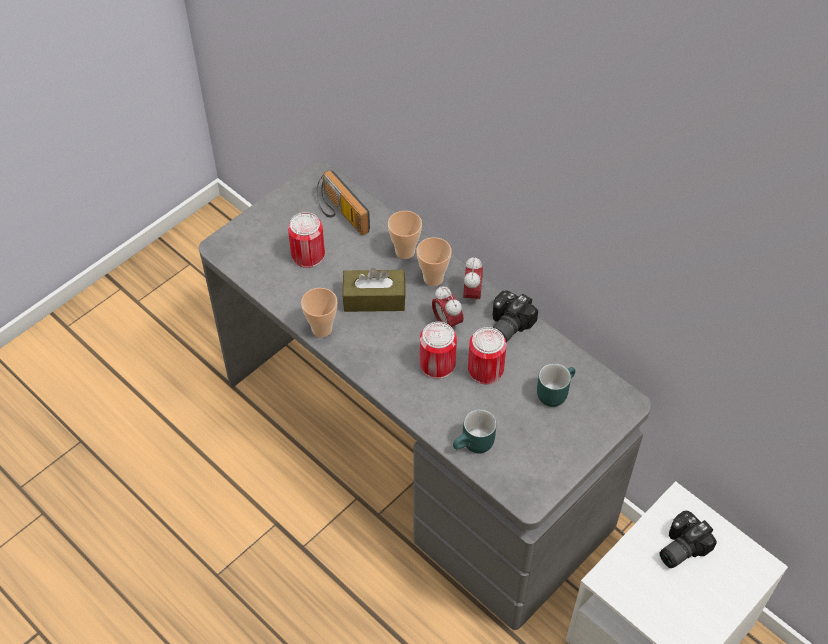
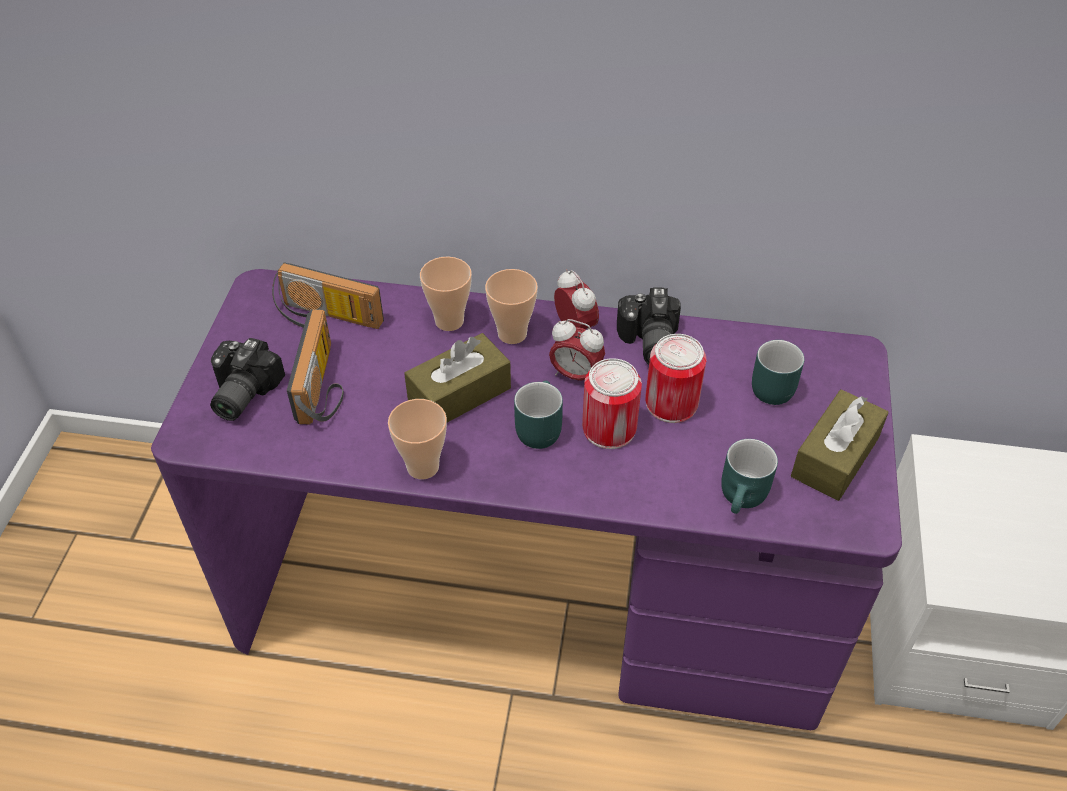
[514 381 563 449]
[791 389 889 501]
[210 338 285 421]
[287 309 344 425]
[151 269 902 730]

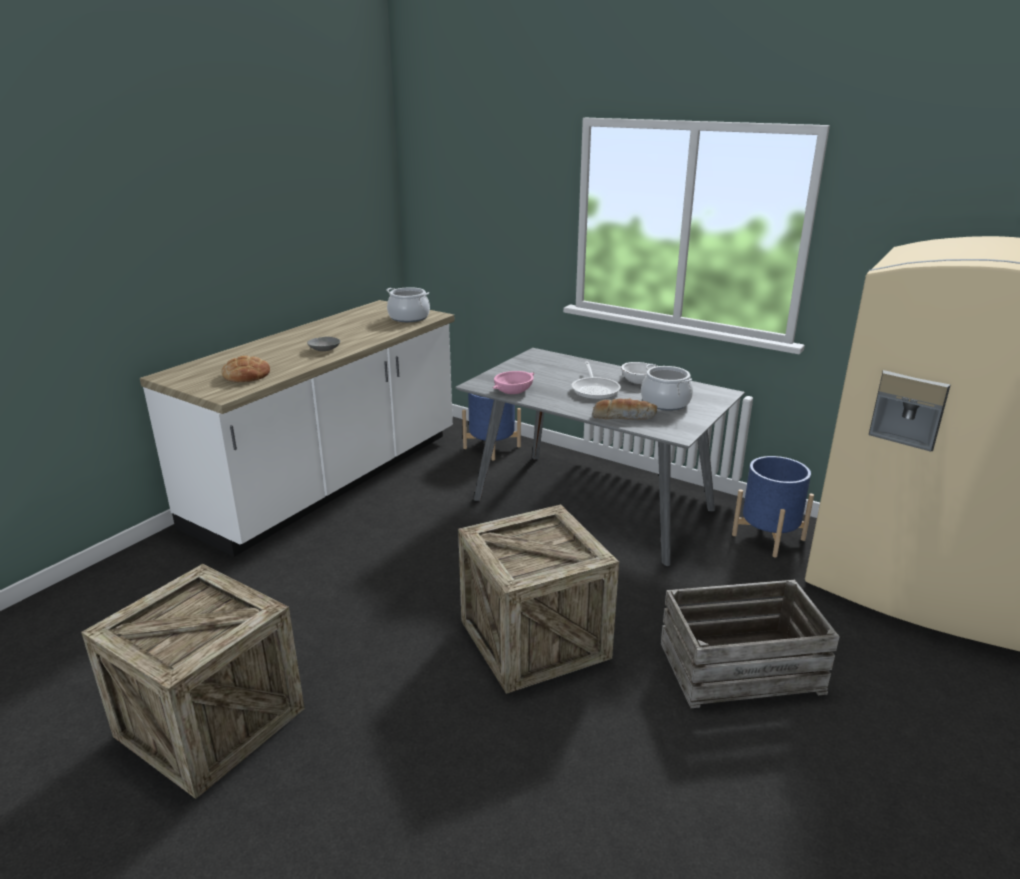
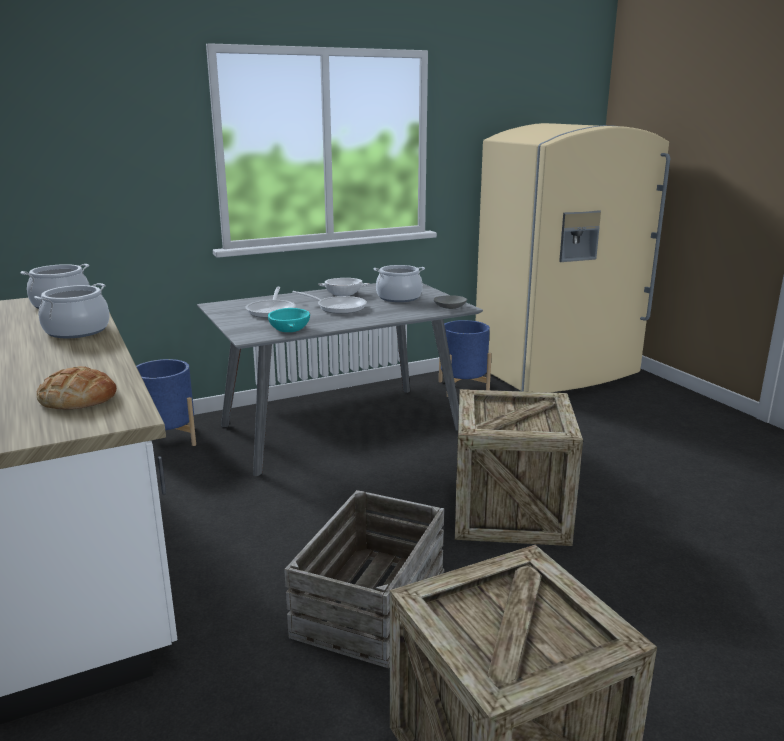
[592 399 657 420] (first image)
[34 283 110 338]
[245 287 296 318]
[434 295 467 309]
[284 490 444 669]
[268 308 310 332]

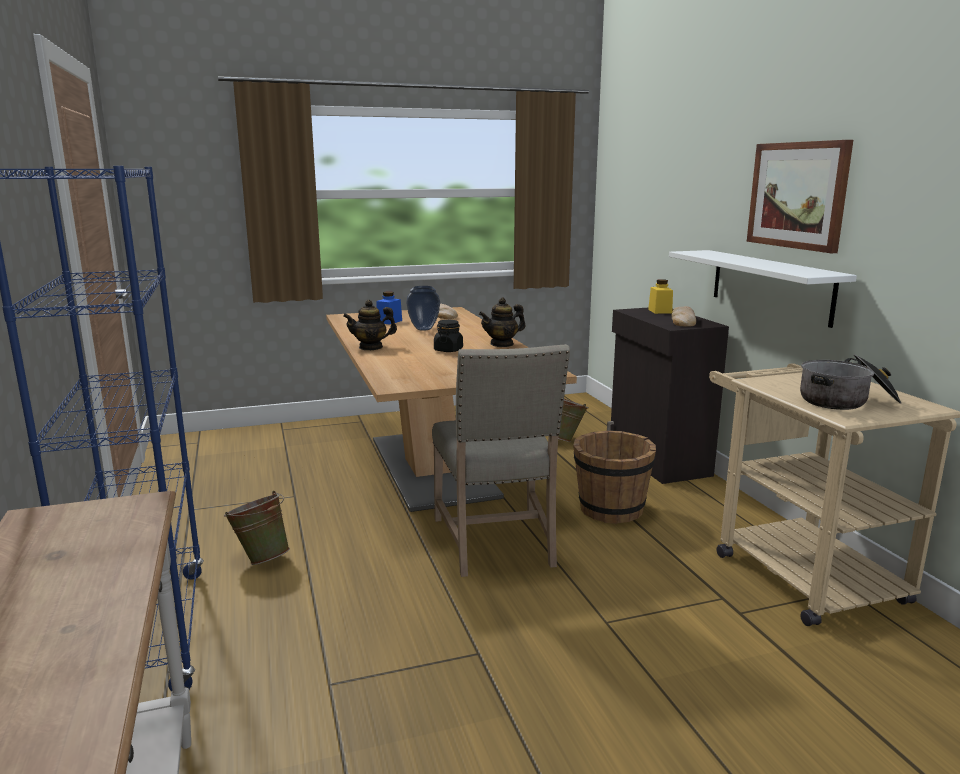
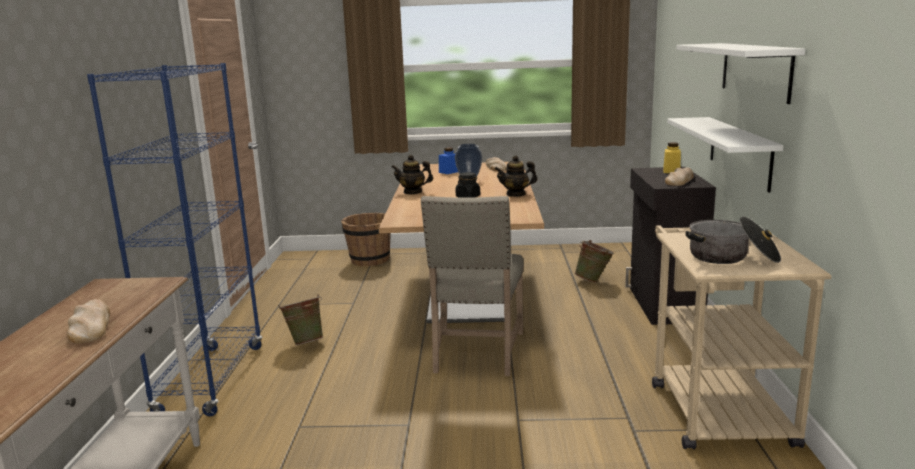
[67 299 111 344]
[341 212 391 266]
[676 43 805 104]

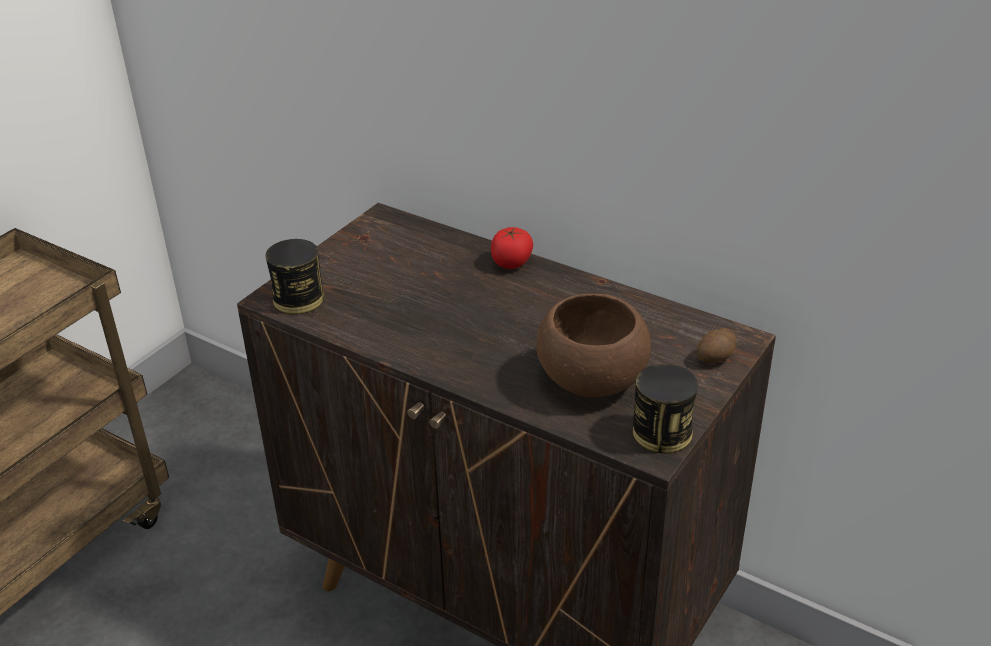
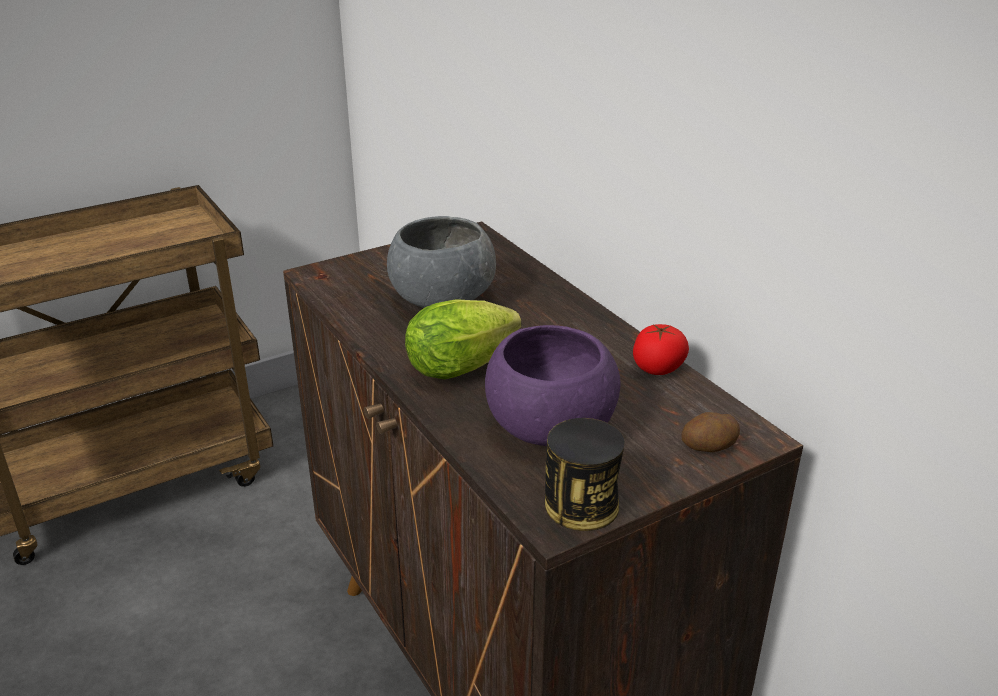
[265 239 324 315] (first image)
[387 216 496 308]
[405 299 521 379]
[633 324 689 375]
[485 325 621 446]

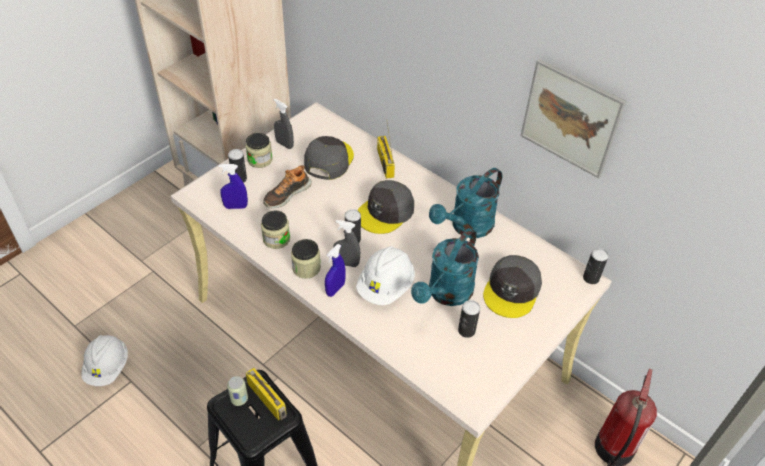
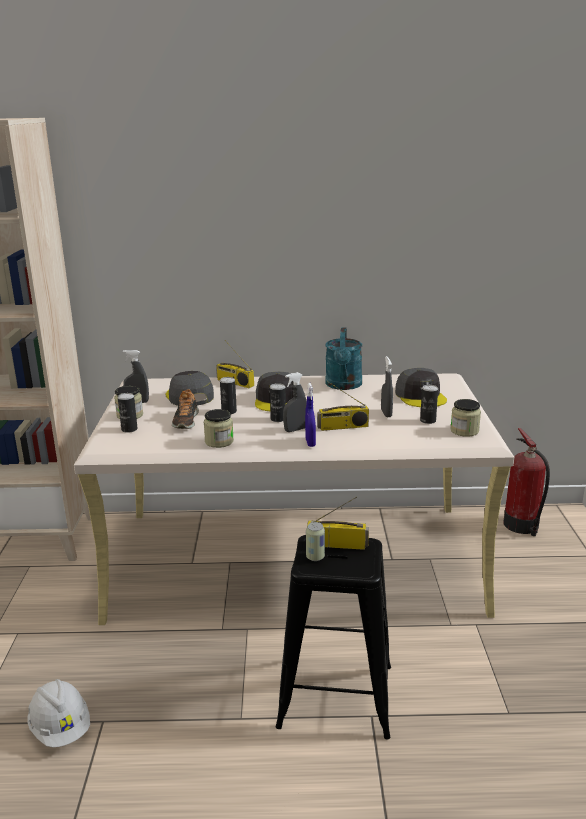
[219 164 248 209] (first image)
[521 59 626 178] (first image)
[450 399 481 437]
[220 377 237 414]
[317 381 369 431]
[381 356 393 417]

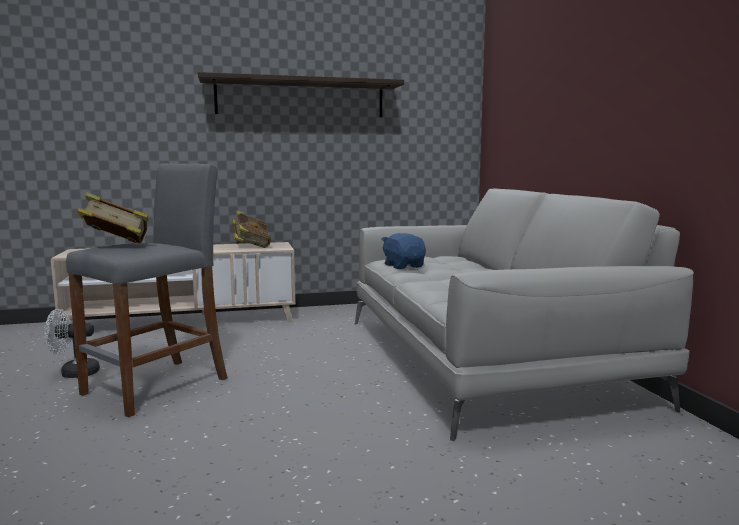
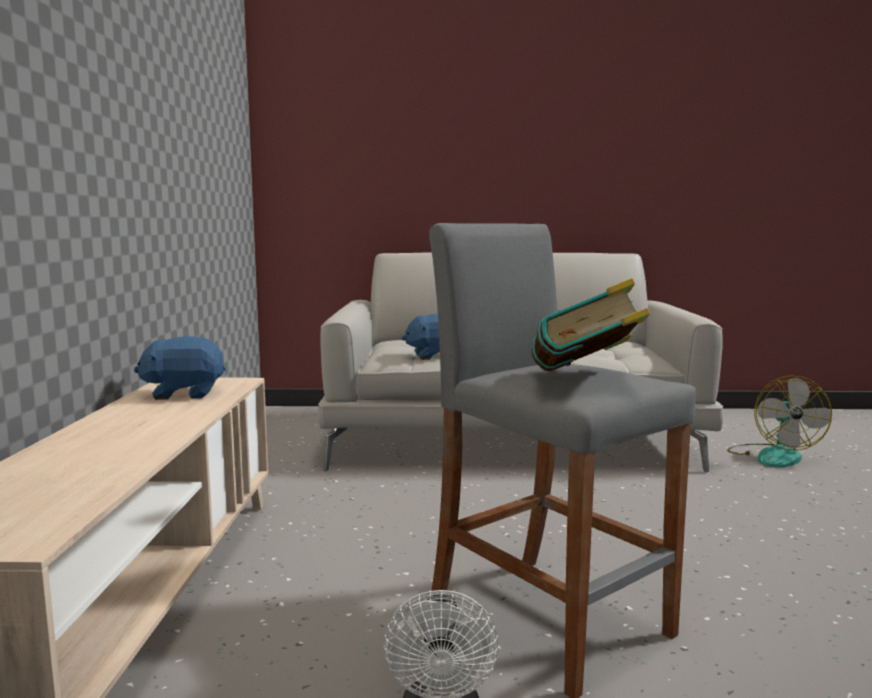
[198 72 404 117] (first image)
[727 376 832 467]
[134 336 226 400]

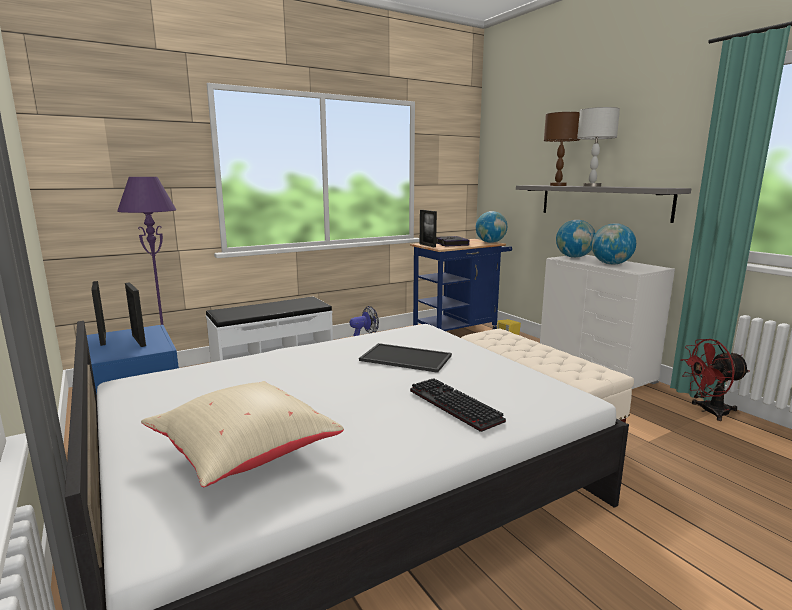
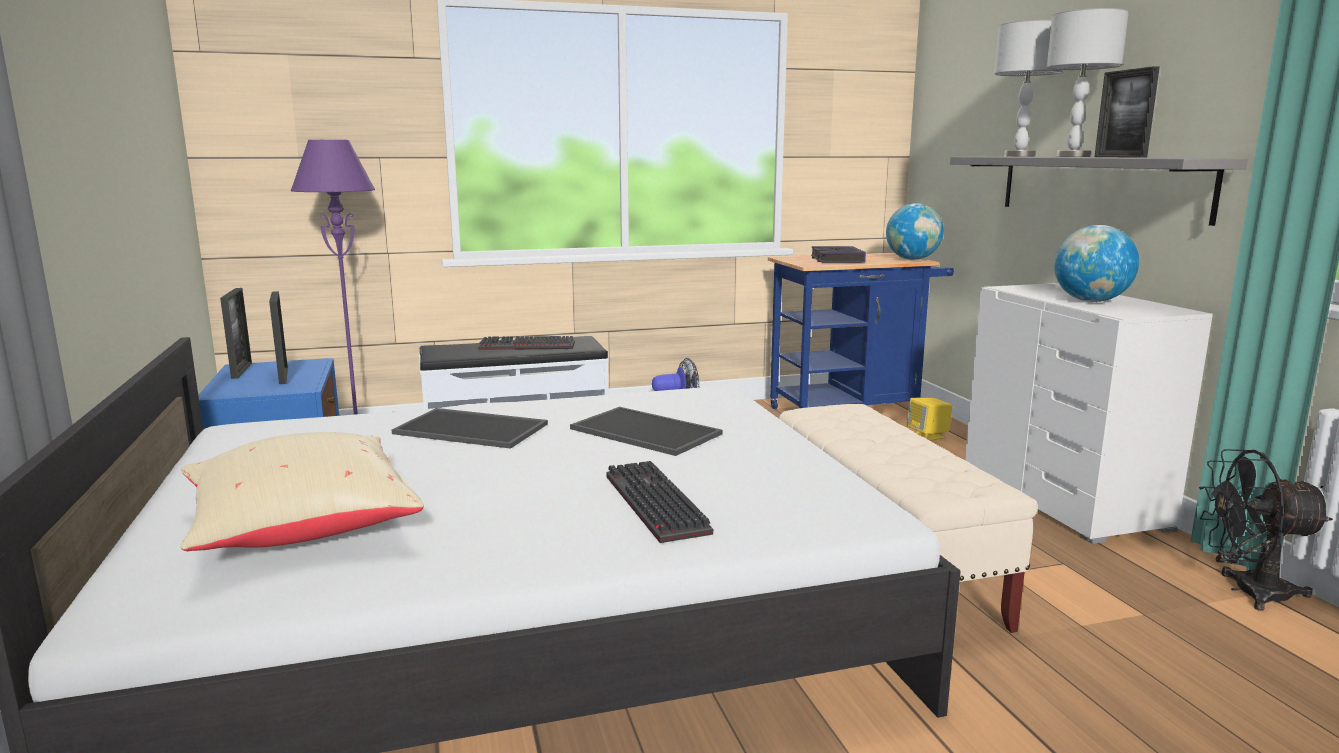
[556 220 595 258] (first image)
[392 408 548 449]
[478 336 575 350]
[1094 66 1160 158]
[994 20 1063 157]
[1199 449 1333 611]

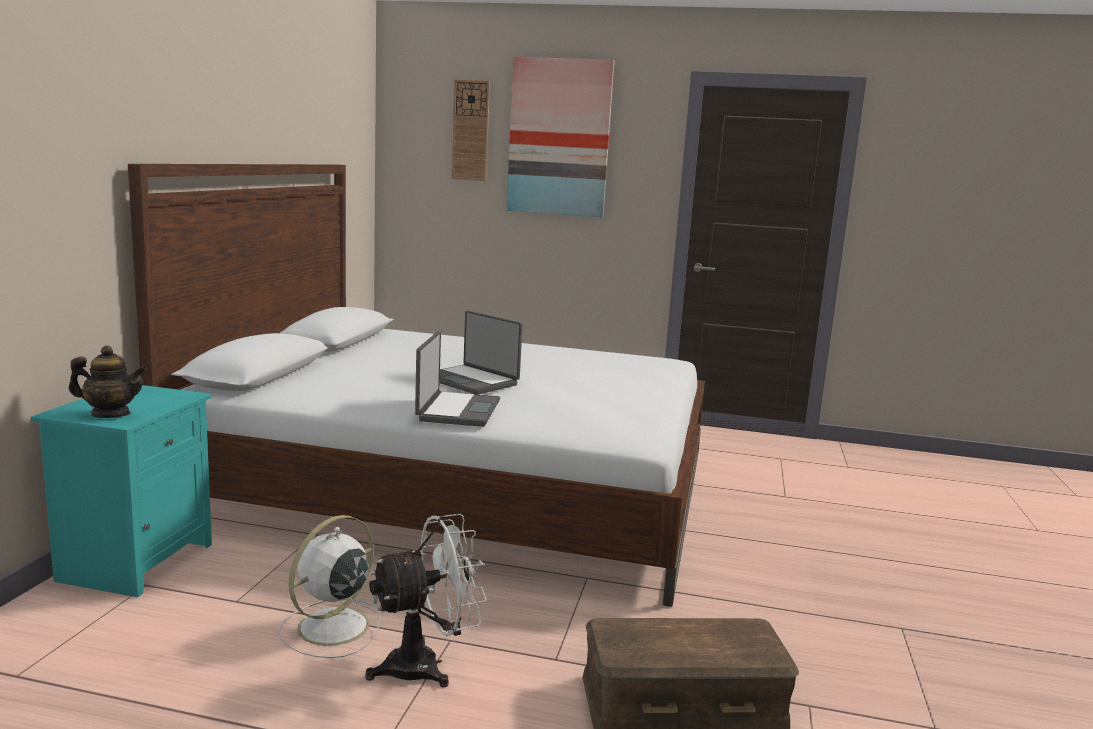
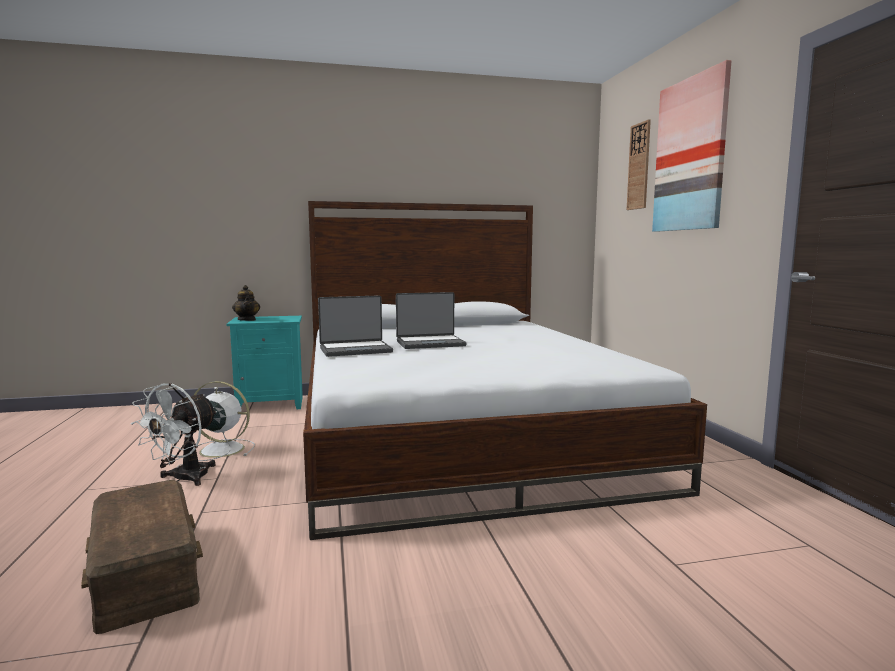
[131 383 218 486]
[396 292 466 349]

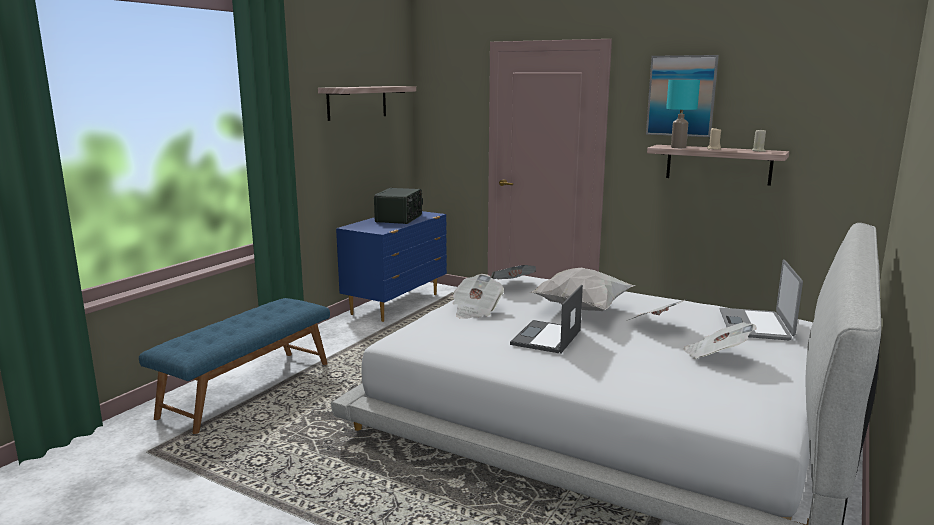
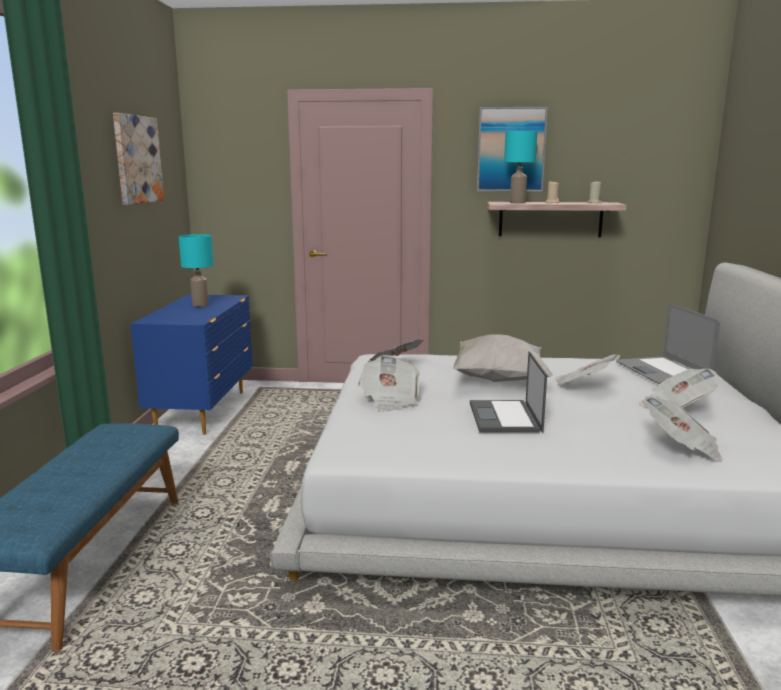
[645 396 723 461]
[113 113 164 205]
[178 234 214 307]

